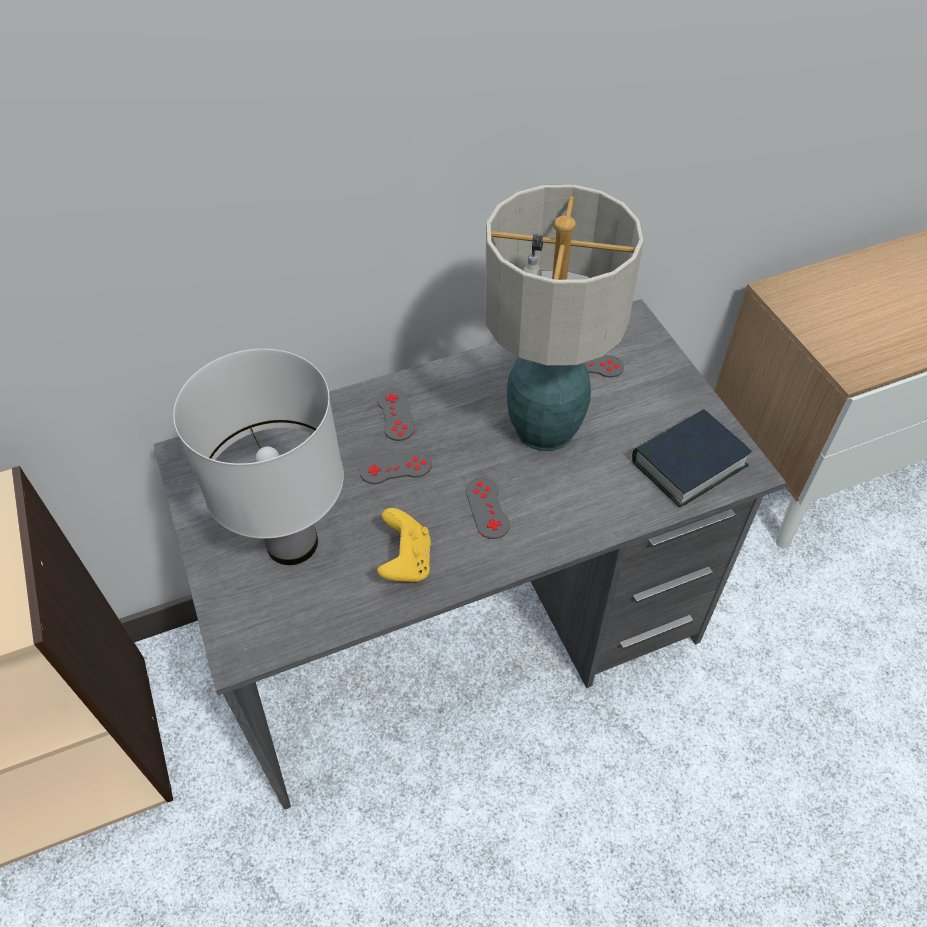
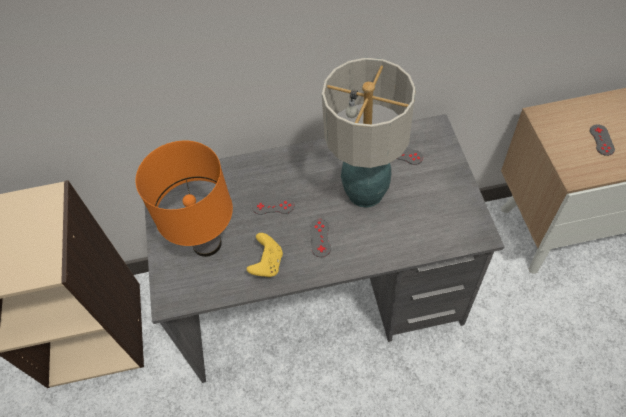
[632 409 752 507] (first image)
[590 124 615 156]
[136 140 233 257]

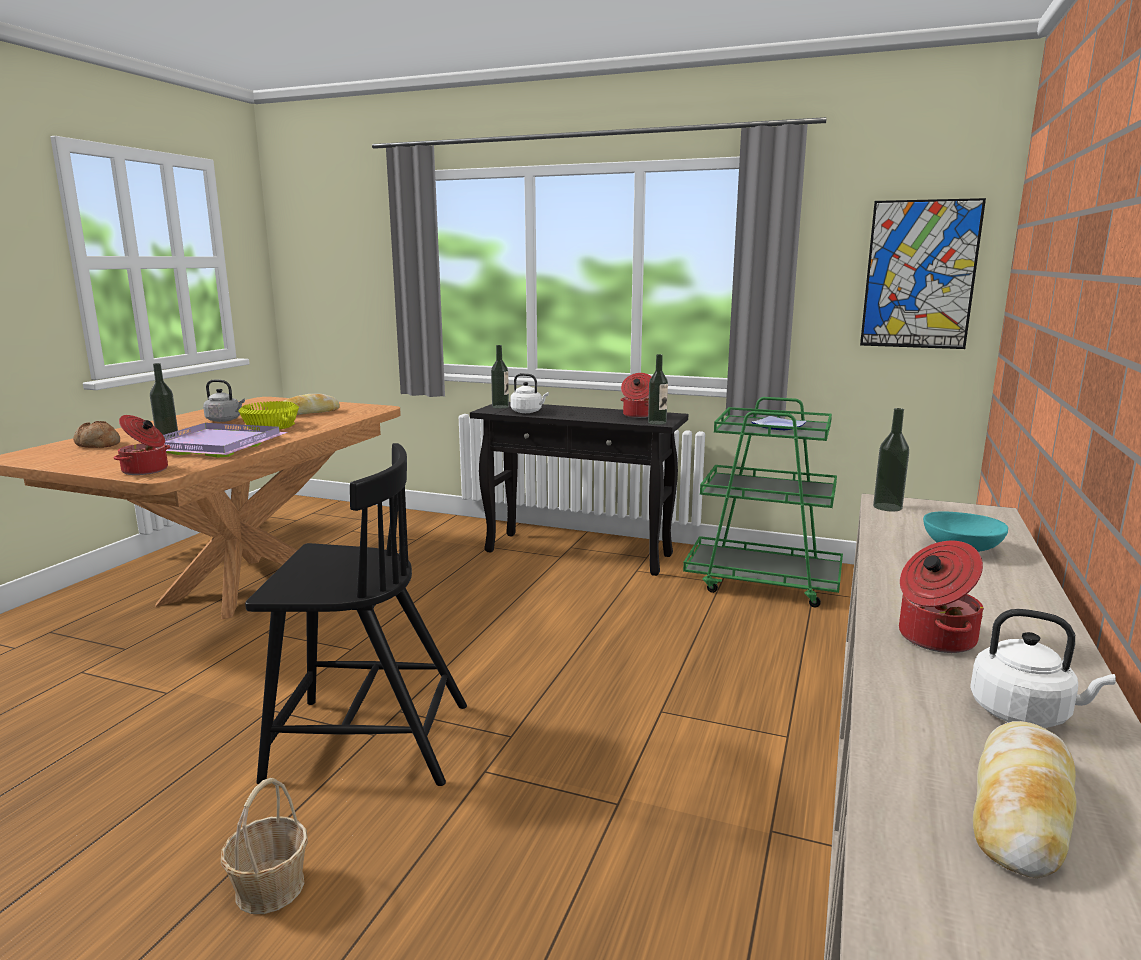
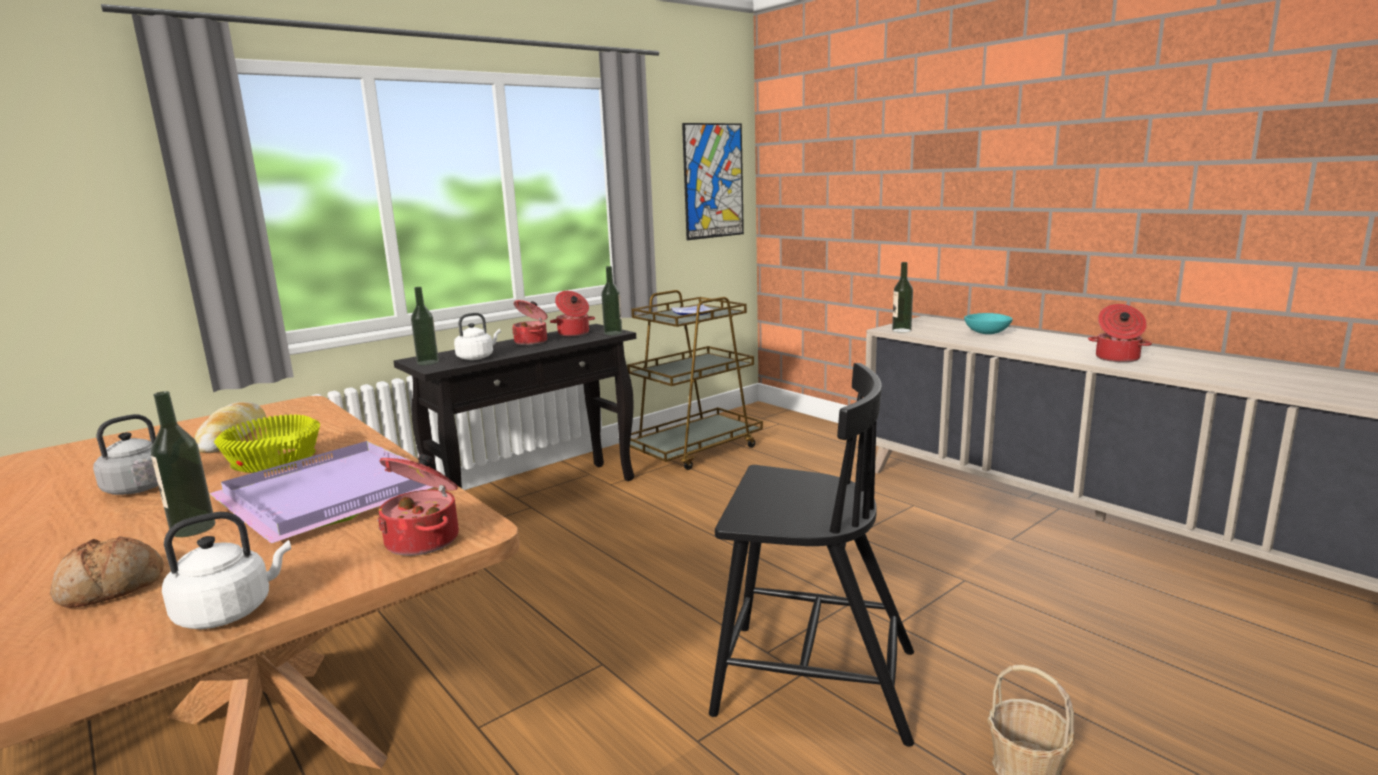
[973 721 1077 879] (first image)
[512 300 547 345]
[162 512 291 629]
[627 290 763 470]
[709 363 914 747]

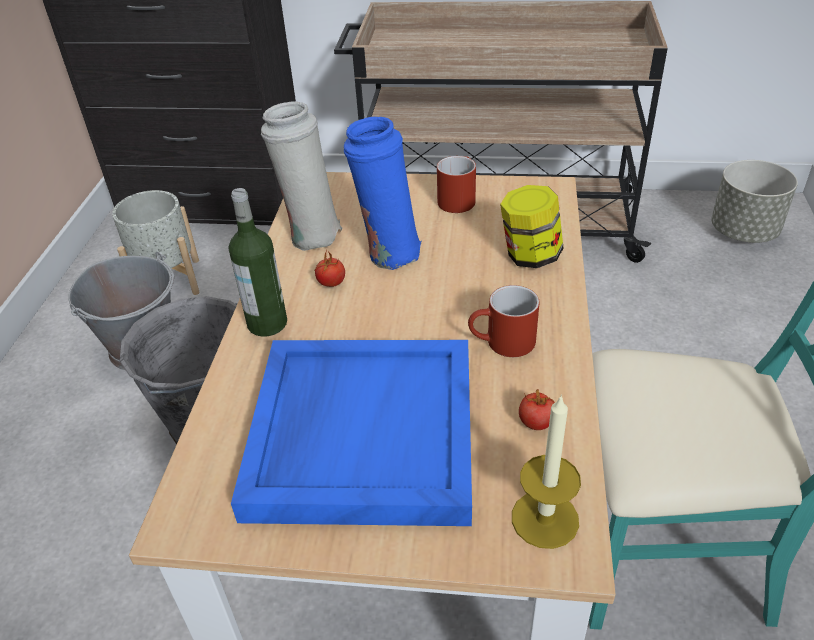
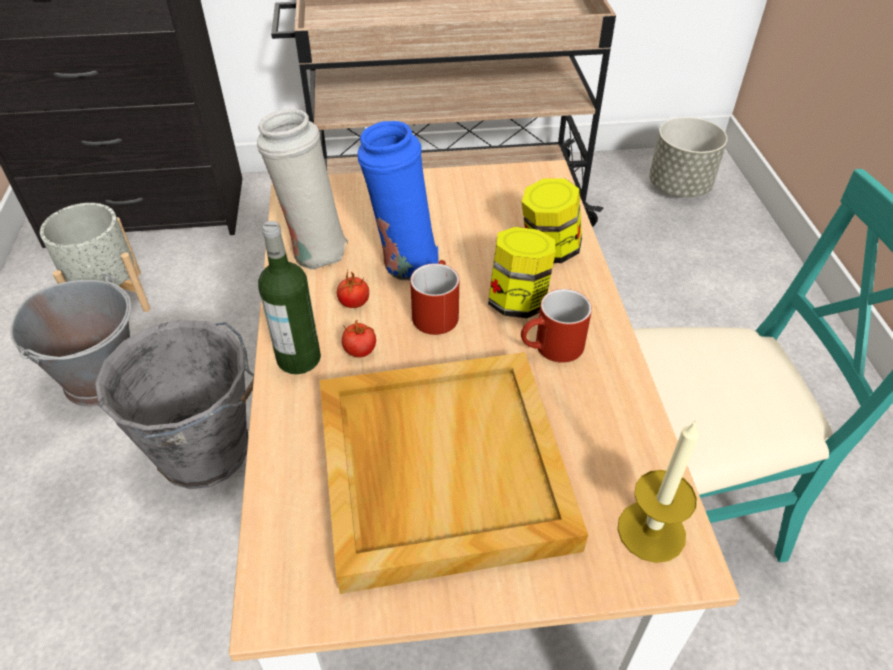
[488 227 556 318]
[410 260 459 335]
[342 320 376 358]
[320 352 588 594]

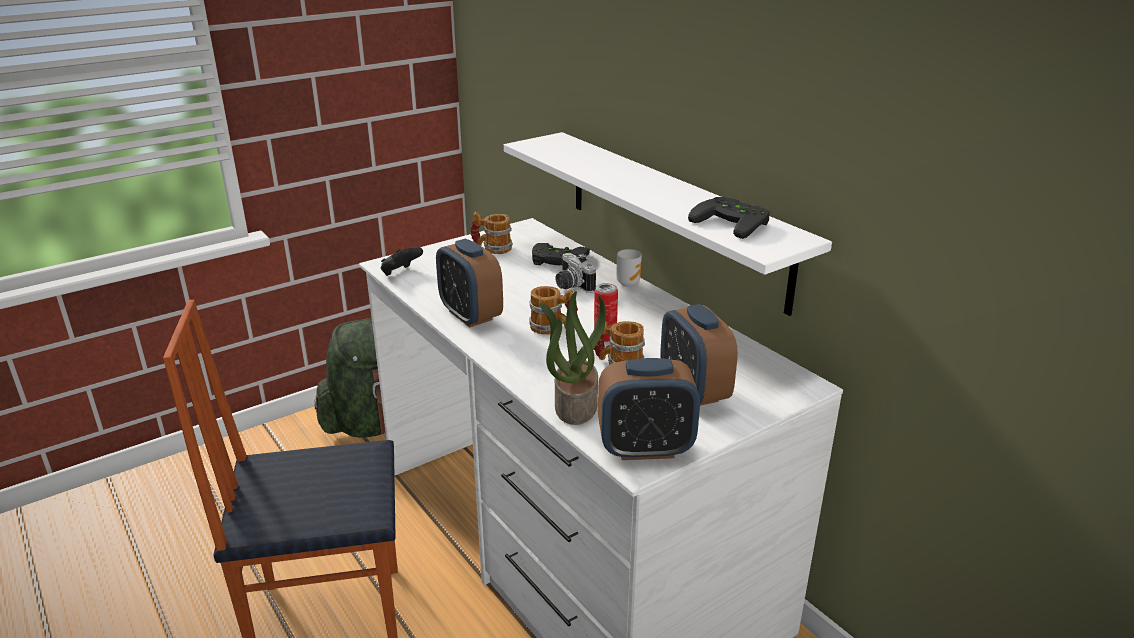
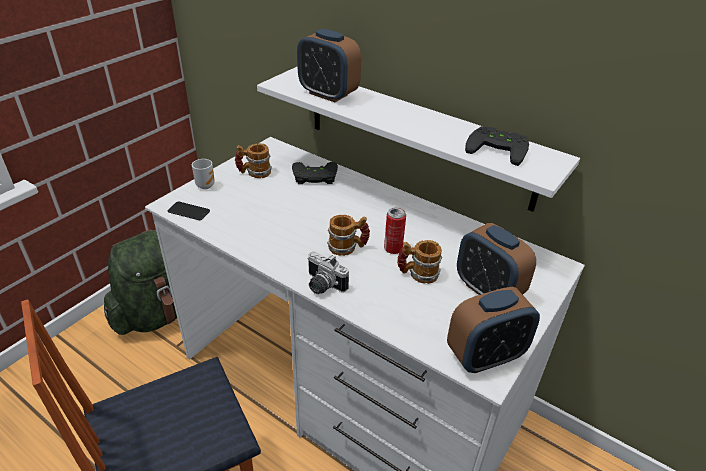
[539 291 606 425] (first image)
[297 29 361 102]
[307 252 349 294]
[192 159 215 189]
[168 202 210 220]

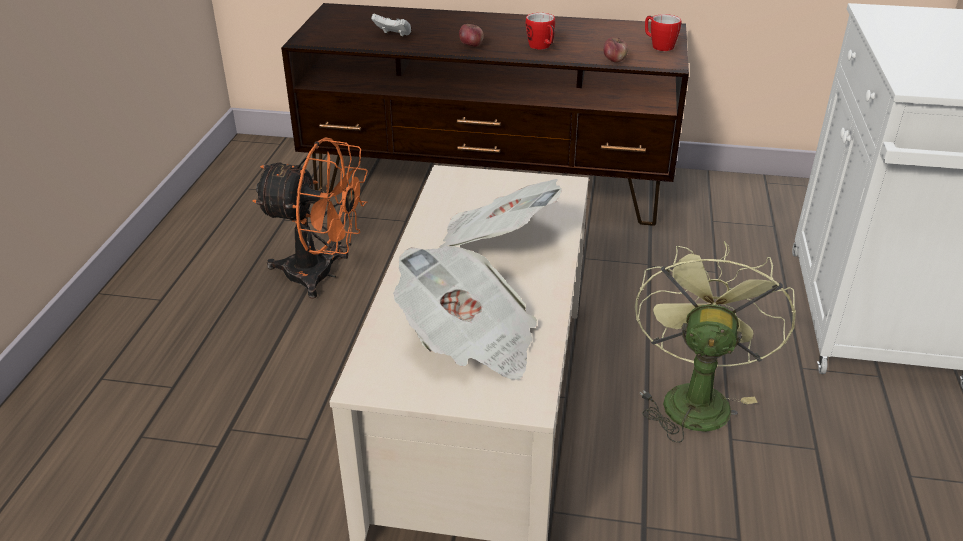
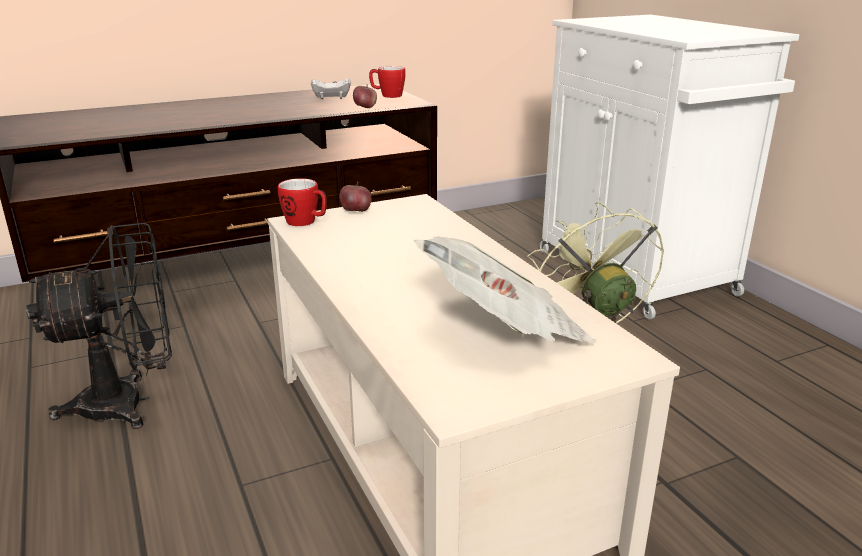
[439 179 562 248] (first image)
[311 78 351 99]
[339 182 371 212]
[278 178 327 226]
[26 223 172 429]

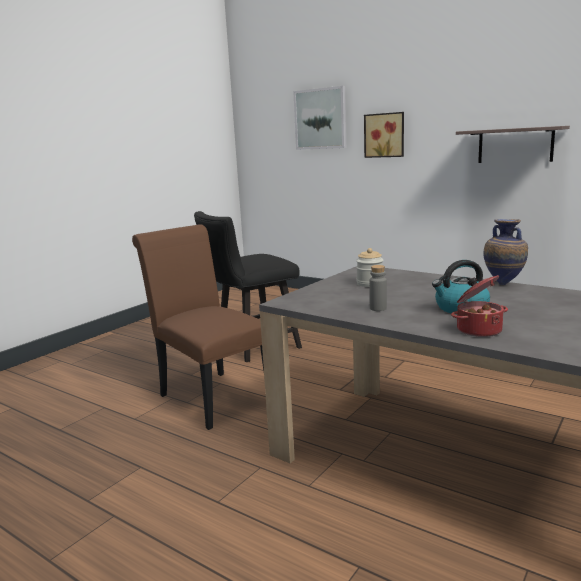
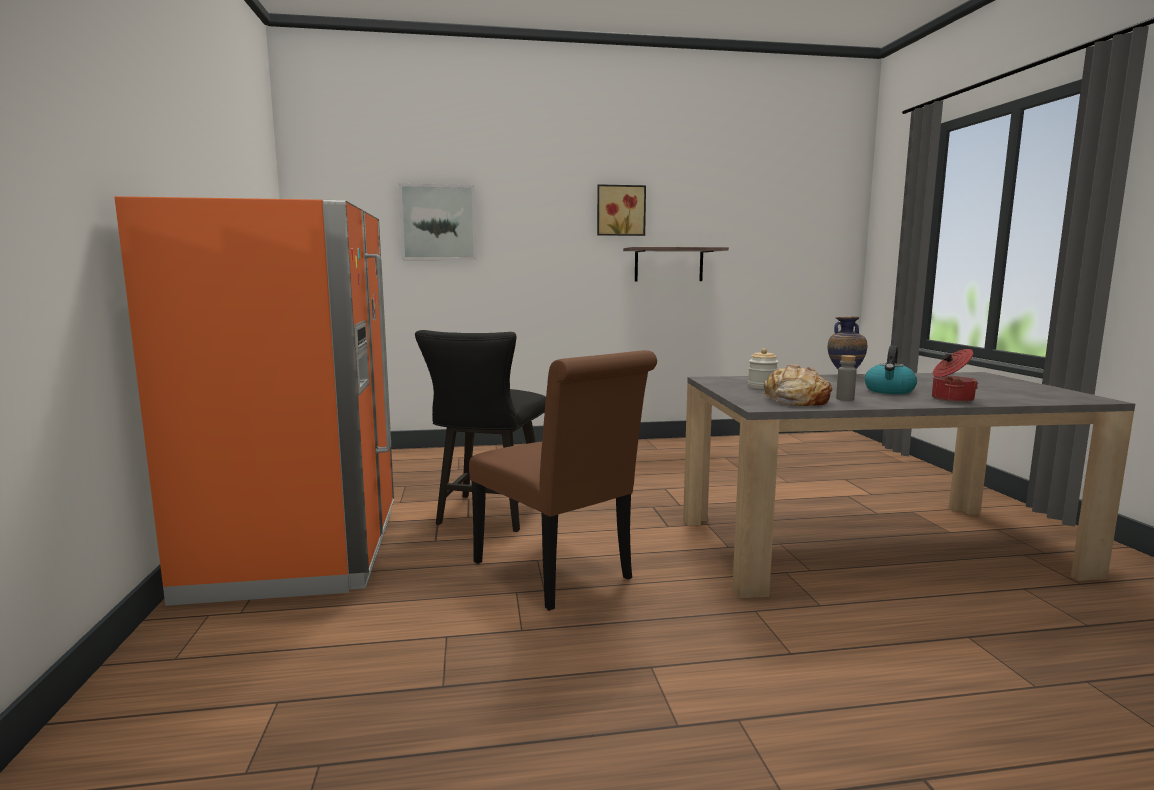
[114 196 394 606]
[764 364 832 406]
[597 184 646 236]
[469 350 657 611]

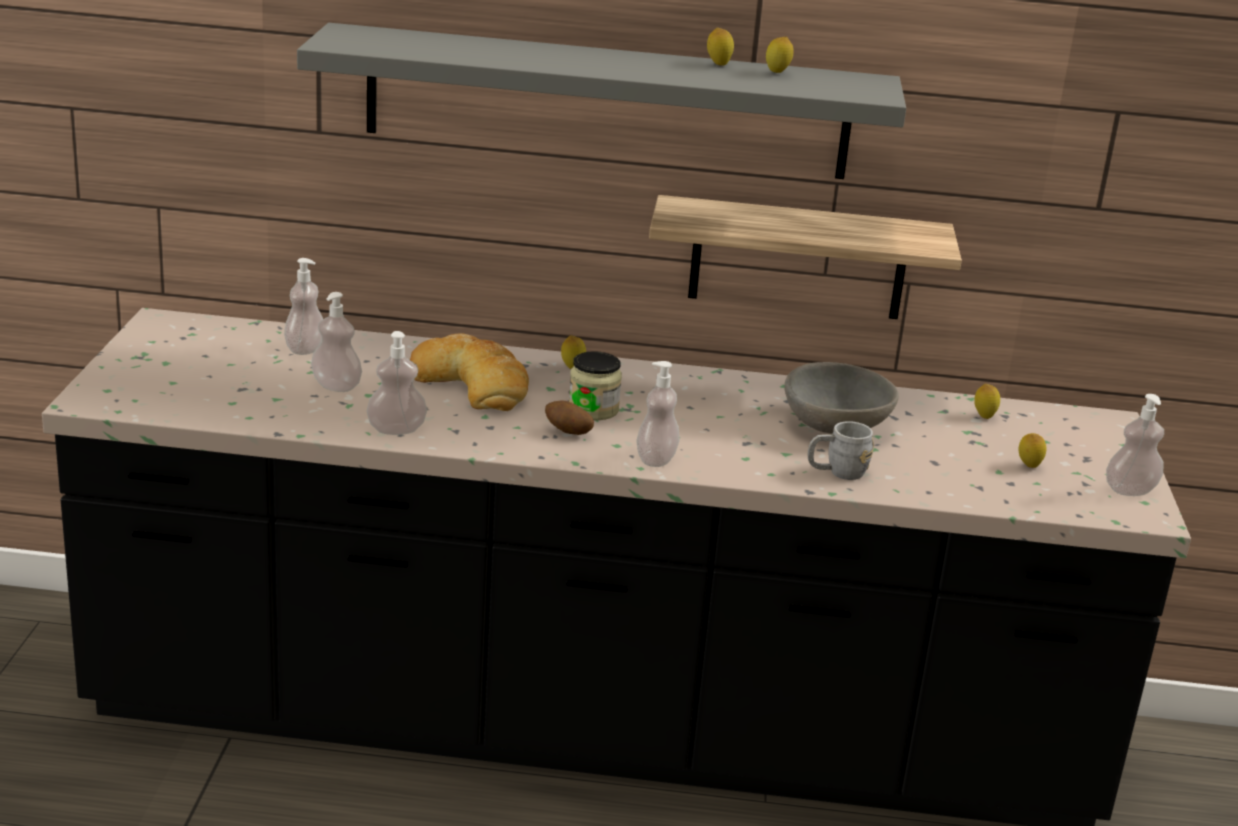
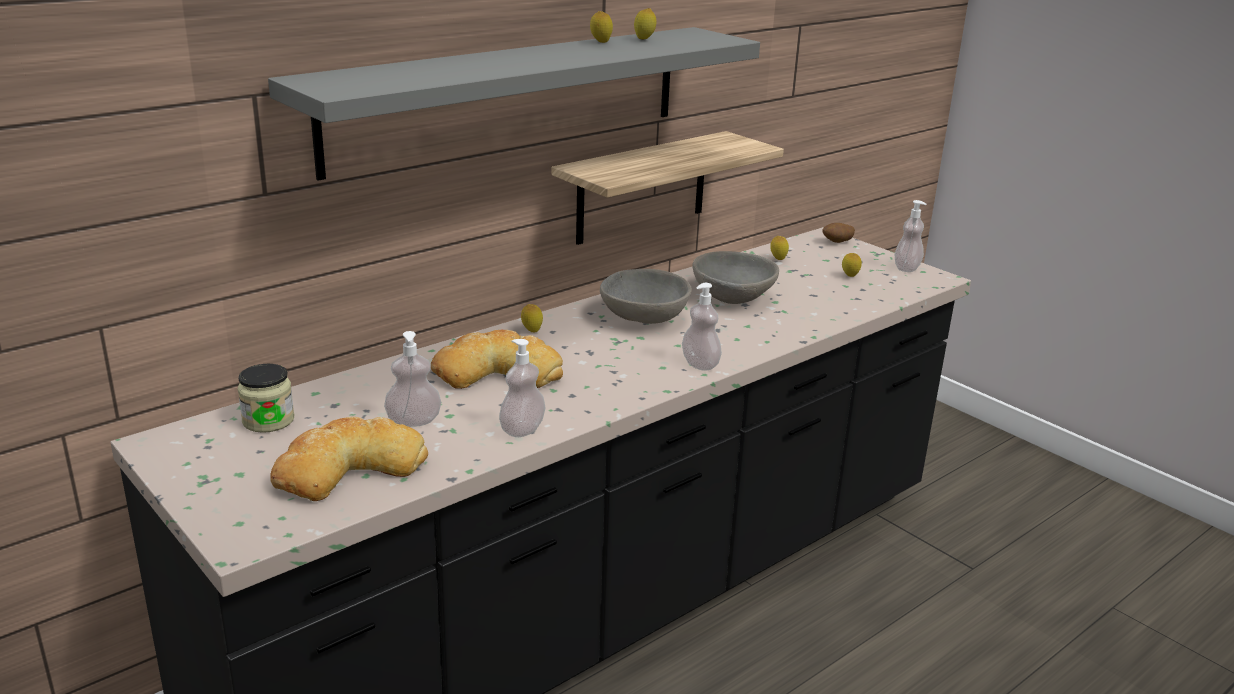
[284 258 323 355] (first image)
[808 421 874 480] (first image)
[270 417 428 501]
[600 269 692 324]
[822 223 855 243]
[238 364 294 433]

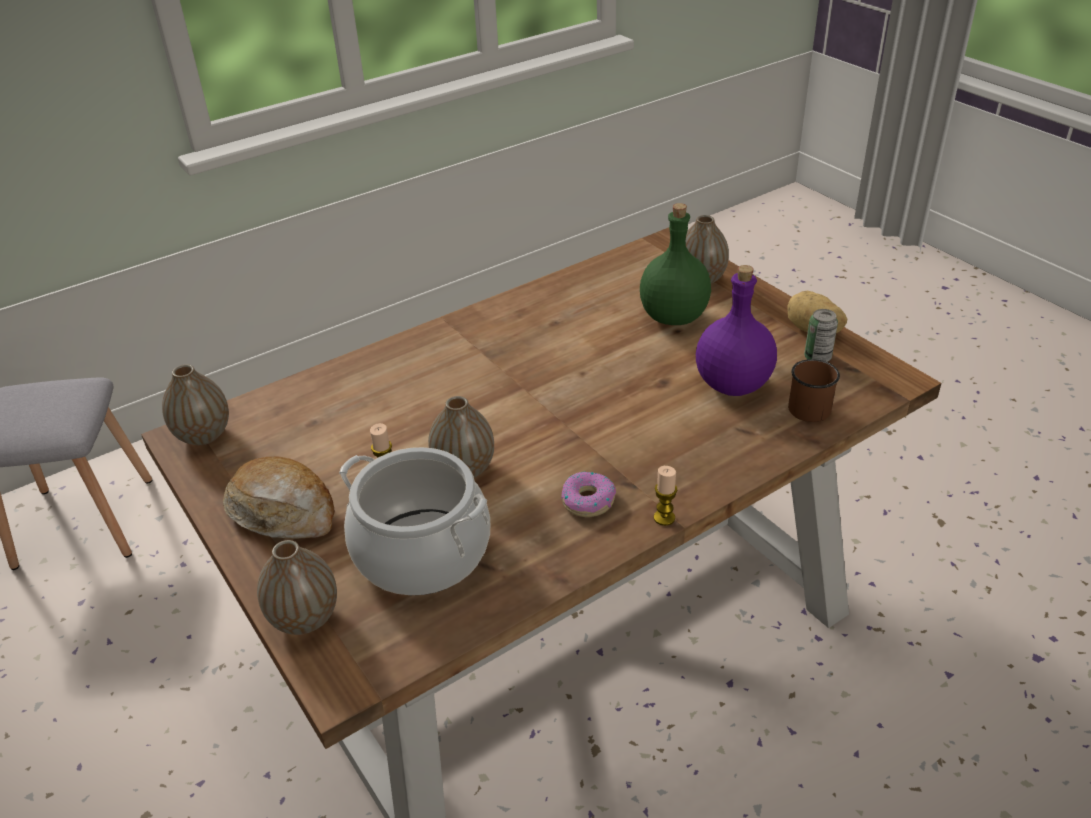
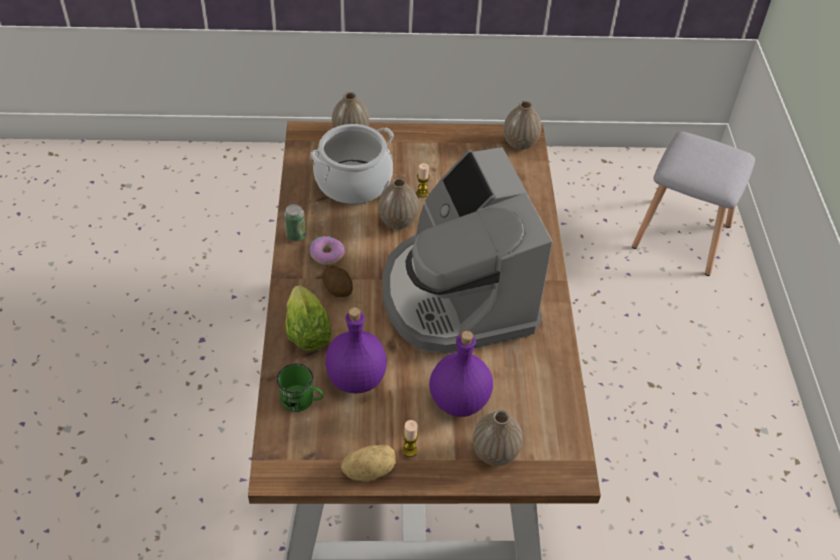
[223 456 335 539] (first image)
[286 285 332 351]
[322 265 353 297]
[382 147 553 354]
[402 420 419 457]
[284 204 306 241]
[429 331 493 417]
[277 364 324 412]

